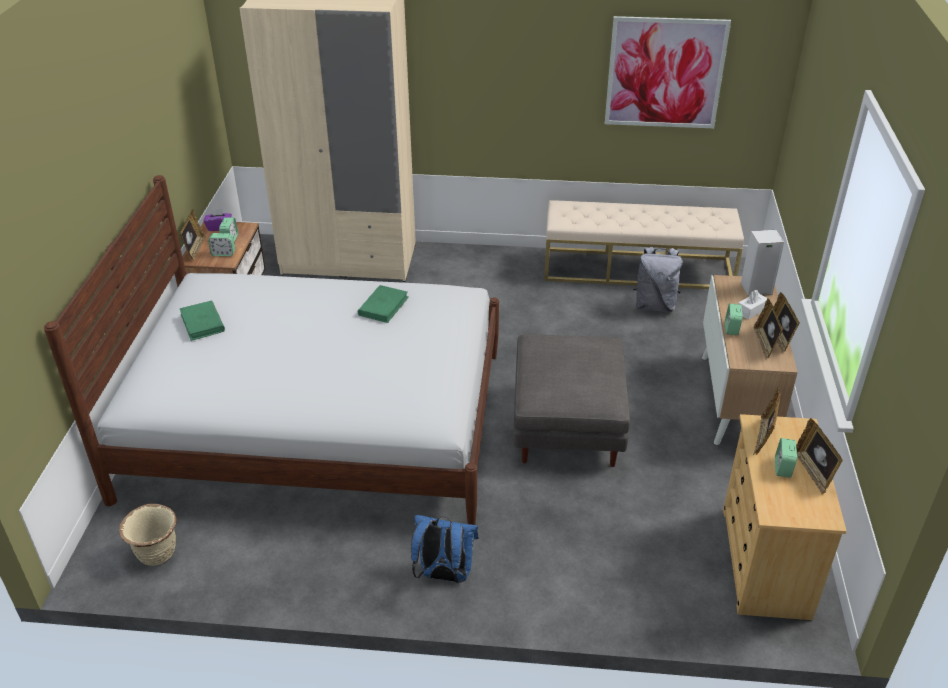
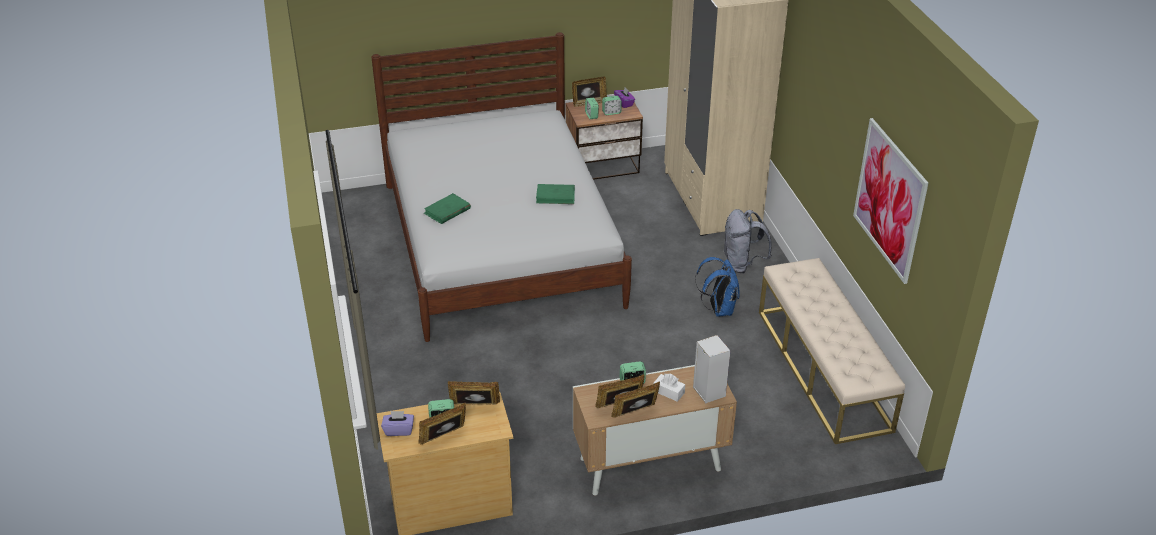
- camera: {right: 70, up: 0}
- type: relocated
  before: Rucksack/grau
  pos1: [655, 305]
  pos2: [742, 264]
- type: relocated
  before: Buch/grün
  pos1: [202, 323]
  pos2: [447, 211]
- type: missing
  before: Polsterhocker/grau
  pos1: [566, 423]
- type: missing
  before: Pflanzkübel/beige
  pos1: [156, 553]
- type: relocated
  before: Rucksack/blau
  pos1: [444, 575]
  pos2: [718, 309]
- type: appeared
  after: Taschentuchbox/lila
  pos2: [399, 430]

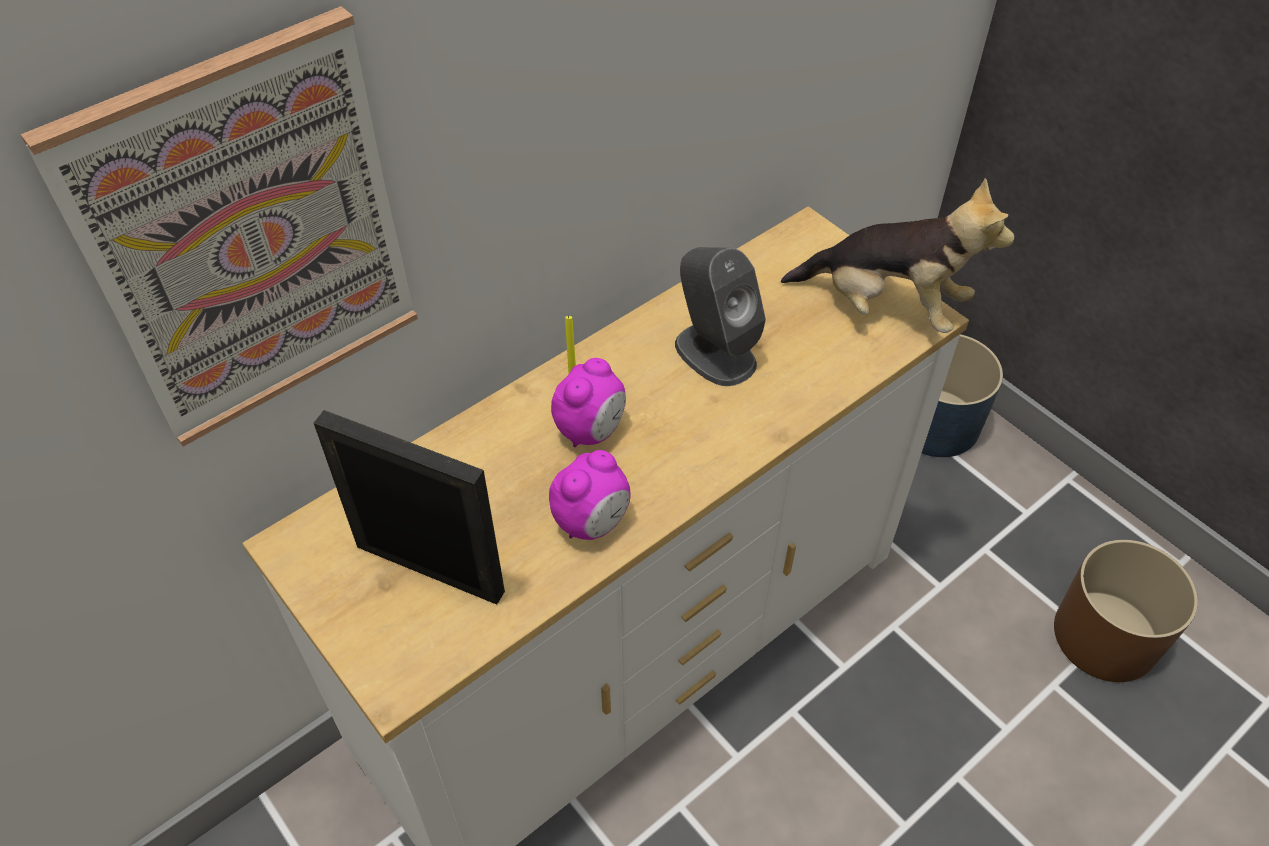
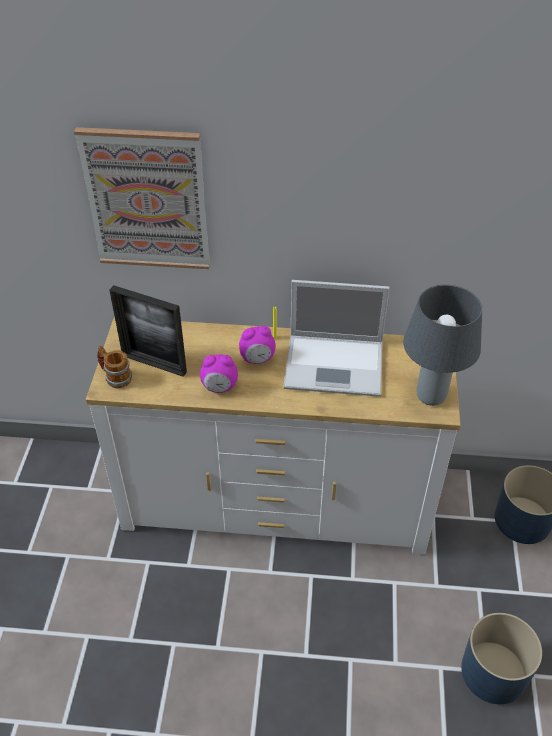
- camera: {right: 45, up: -5}
- type: exchanged
  before: Plüschtier
  after: Tischlampe/grau
  pos1: [886, 306]
  pos2: [430, 396]
- type: exchanged
  before: Lautsprecher/grau
  after: Laptop
  pos1: [714, 353]
  pos2: [336, 365]
- type: spun
  before: Bilderrahmen
  pos1: [430, 569]
  pos2: [154, 364]
  turn: 135
- type: colour
  before: Pflanzkübel/braun
  after: Pflanzkübel/blau
  pos1: [1104, 635]
  pos2: [493, 671]
- type: appeared
  after: Henkelbecher
  pos2: [115, 377]

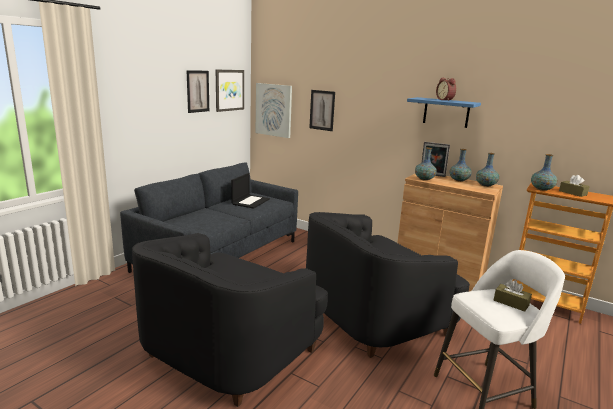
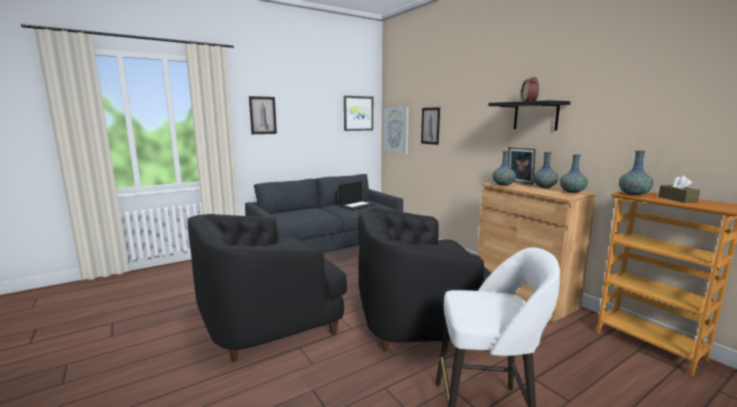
- camera: {right: 25, up: -5}
- type: relocated
  before: Bild
  pos1: [198, 91]
  pos2: [263, 115]
- type: colour
  before: Wandregal/blau
  after: Wandregal/schwarz
  pos1: [446, 112]
  pos2: [535, 116]
- type: missing
  before: Taschentuchbox/braun
  pos1: [511, 303]

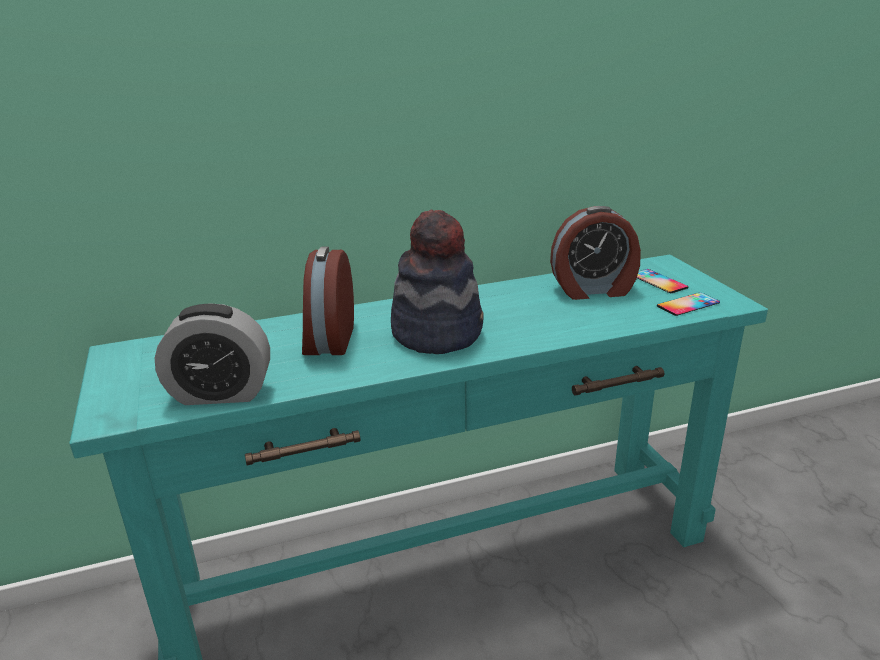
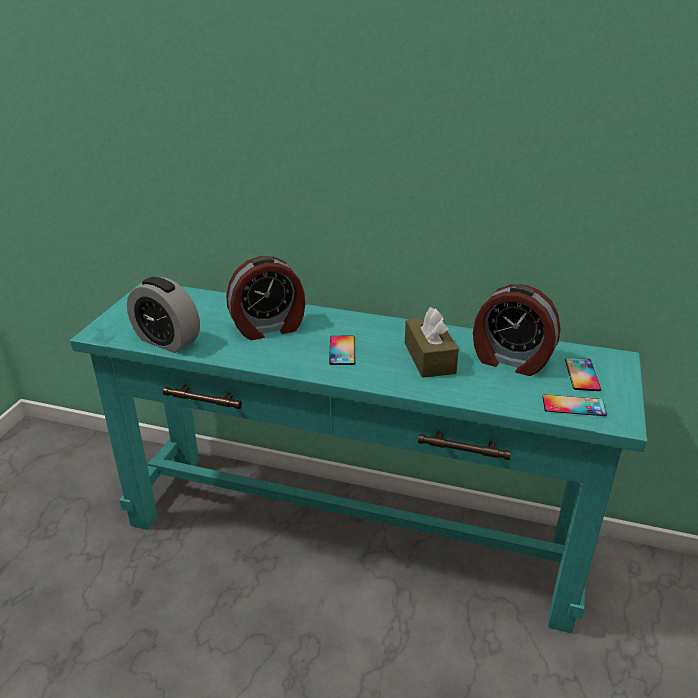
- camera: {right: 35, up: 5}
- type: exchanged
  before: Hut
  after: Handy
  pos1: [437, 333]
  pos2: [342, 350]
- type: spun
  before: Wecker
  pos1: [328, 340]
  pos2: [268, 328]
  turn: -150
- type: appeared
  after: Taschentuchbox/braun
  pos2: [429, 358]

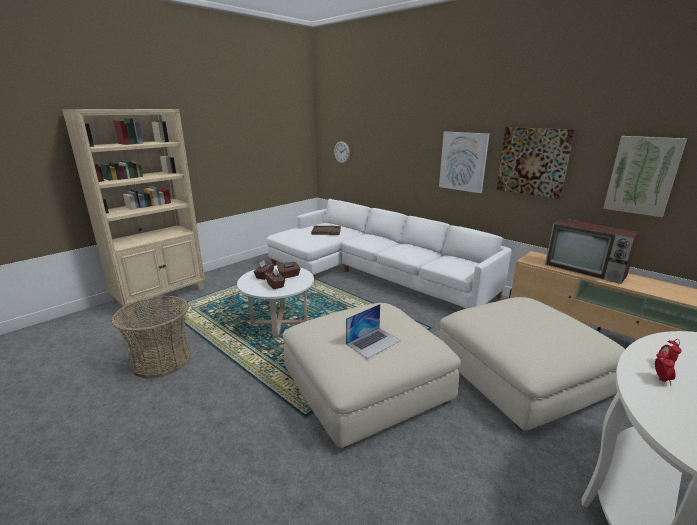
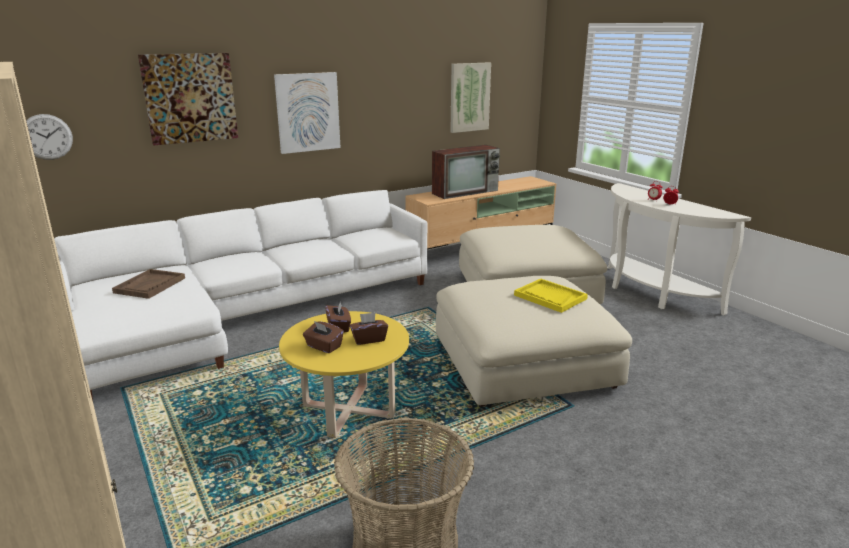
- camera: {right: -75, up: 0}
- type: relocated
  before: Bild
  pos1: [533, 161]
  pos2: [190, 98]
- type: colour
  before: Couchtisch/weiß
  after: Couchtisch/gelb
  pos1: [279, 323]
  pos2: [348, 411]
- type: exchanged
  before: Laptop
  after: Tablett/gelb
  pos1: [373, 342]
  pos2: [550, 297]

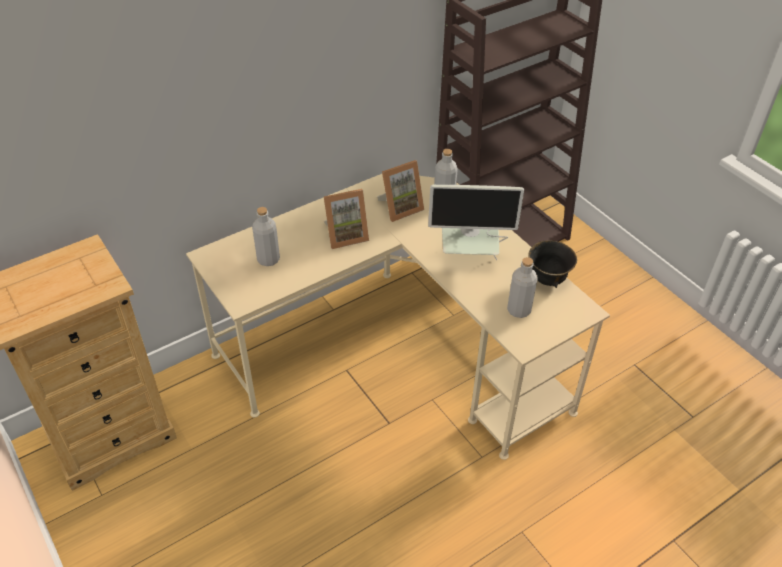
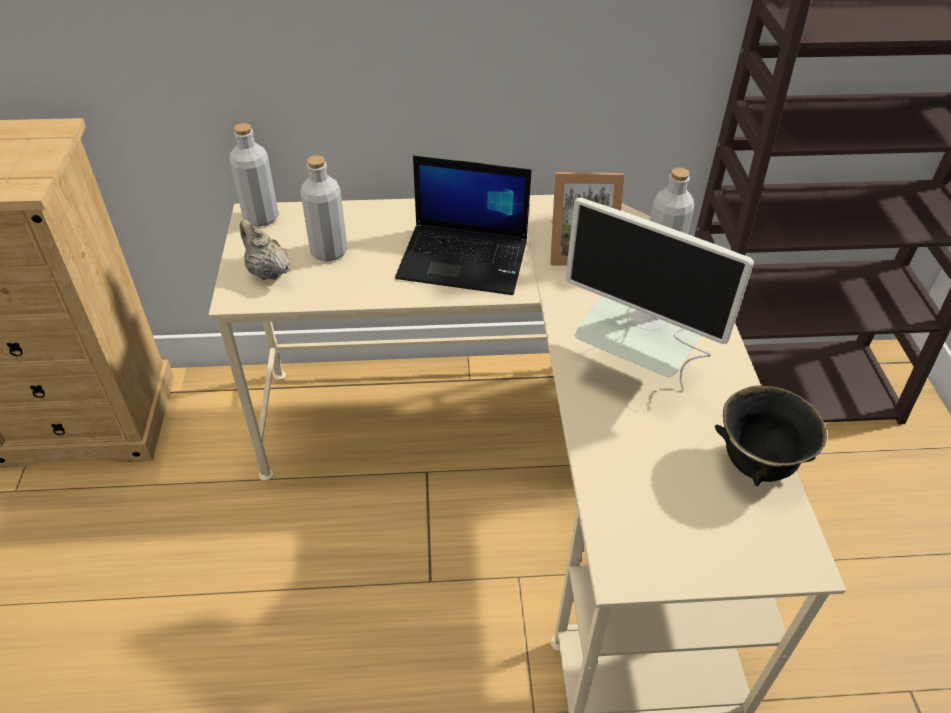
- camera: {right: 30, up: 0}
- type: exchanged
  before: Bilderrahmen
  after: Laptop
  pos1: [345, 235]
  pos2: [465, 259]
- type: relocated
  before: Flasche/grau
  pos1: [519, 310]
  pos2: [261, 217]
- type: appeared
  after: Teekanne/beige
  pos2: [267, 272]

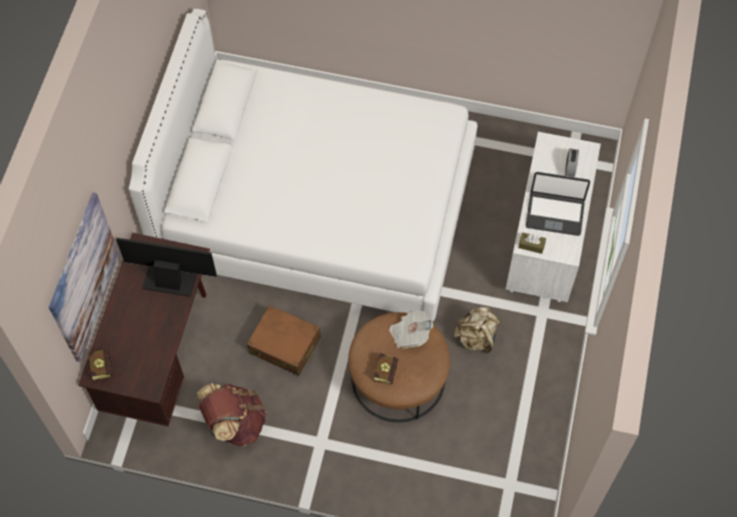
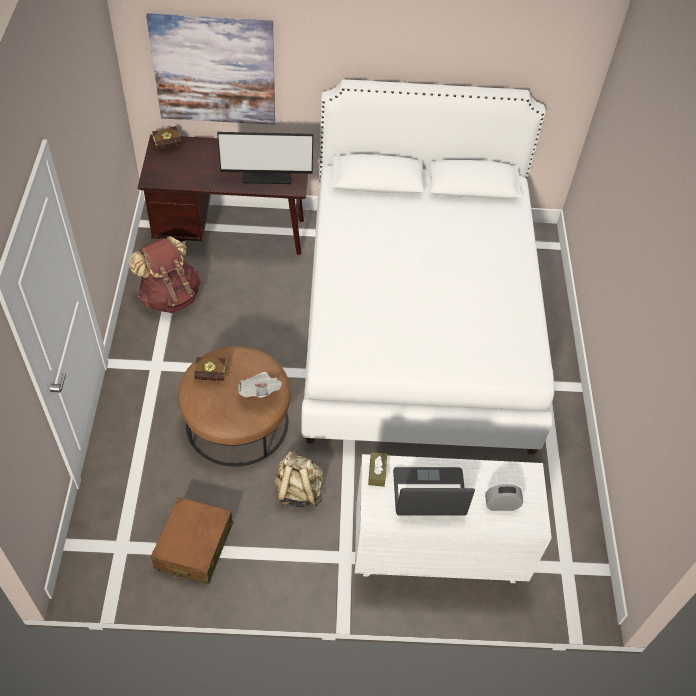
- camera: {right: 75, up: -10}
- type: spun
  before: Laptop
  pos1: [555, 213]
  pos2: [429, 494]
  turn: 90
- type: spun
  before: Monitor
  pos1: [170, 278]
  pos2: [267, 174]
  turn: 90
- type: relocated
  before: Koffer/braun
  pos1: [285, 345]
  pos2: [193, 546]

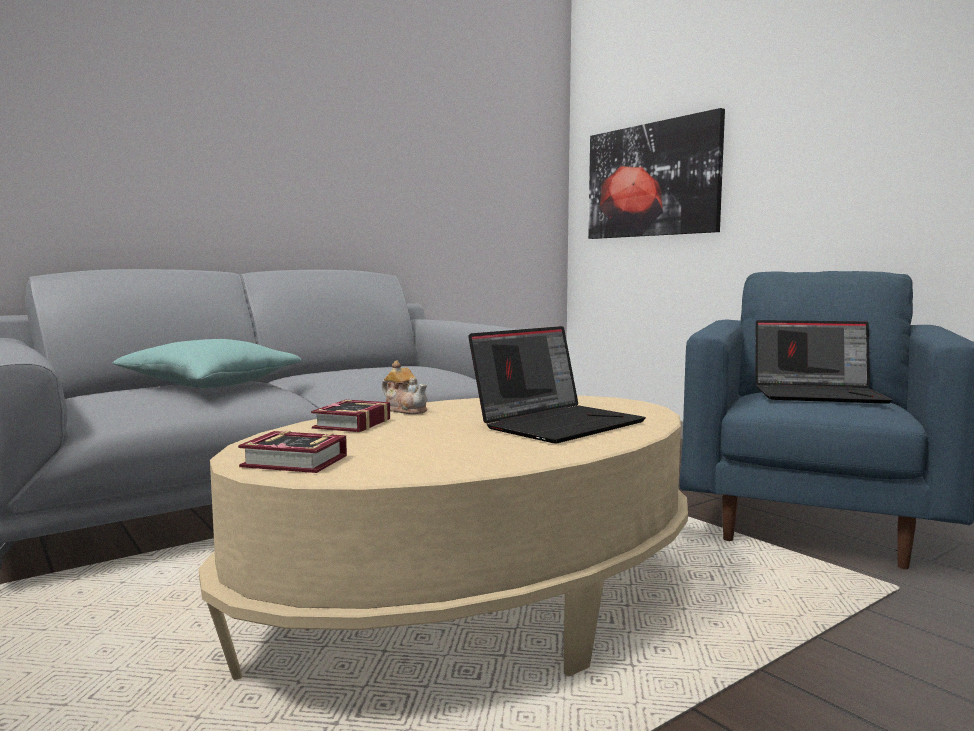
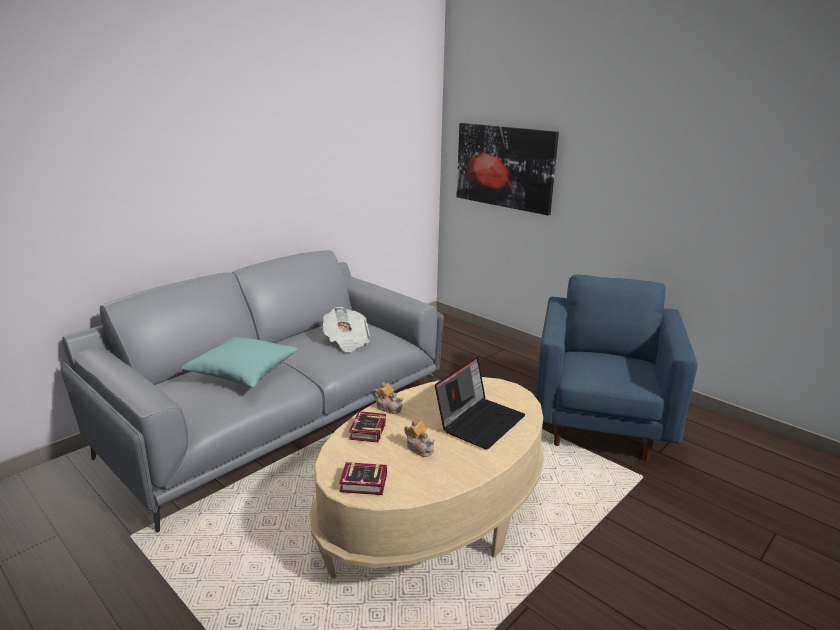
- camera: {right: -10, up: 15}
- type: missing
  before: Laptop
  pos1: [819, 394]
- type: appeared
  after: Zeitung
  pos2: [346, 341]
- type: appeared
  after: Teekanne
  pos2: [420, 448]

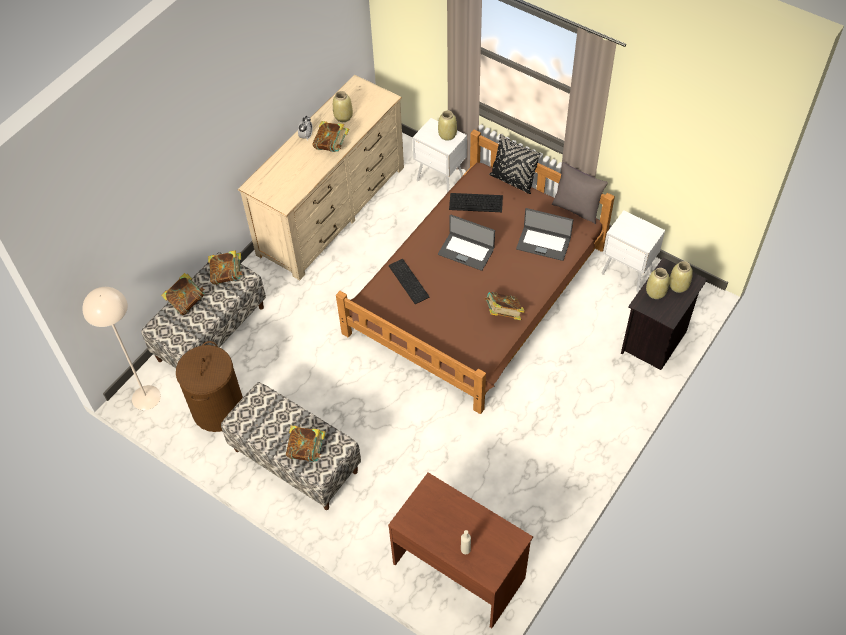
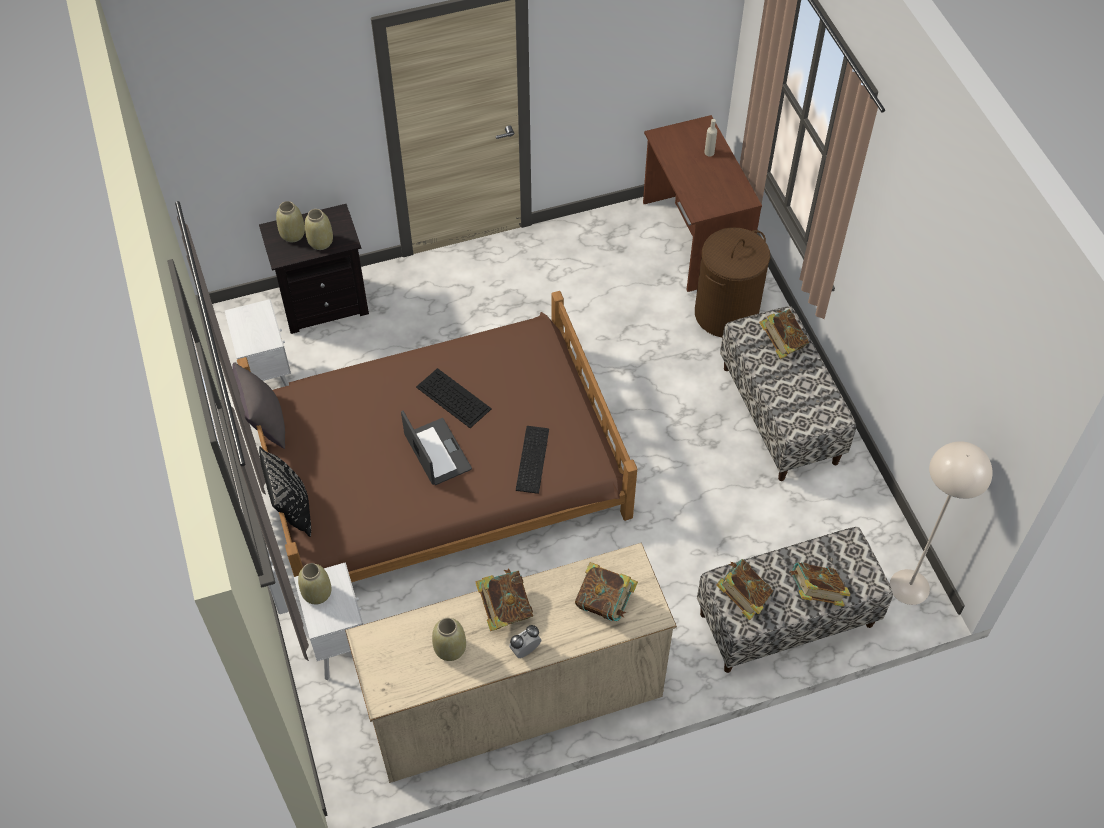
- camera: {right: -145, up: 0}
- type: relocated
  before: Tastatur
  pos1: [476, 202]
  pos2: [452, 397]
- type: missing
  before: Laptop
  pos1: [543, 243]
- type: relocated
  before: Buch
  pos1: [503, 314]
  pos2: [605, 602]
- type: relocated
  before: Wäschekorb/braun
  pos1: [218, 409]
  pos2: [726, 314]

